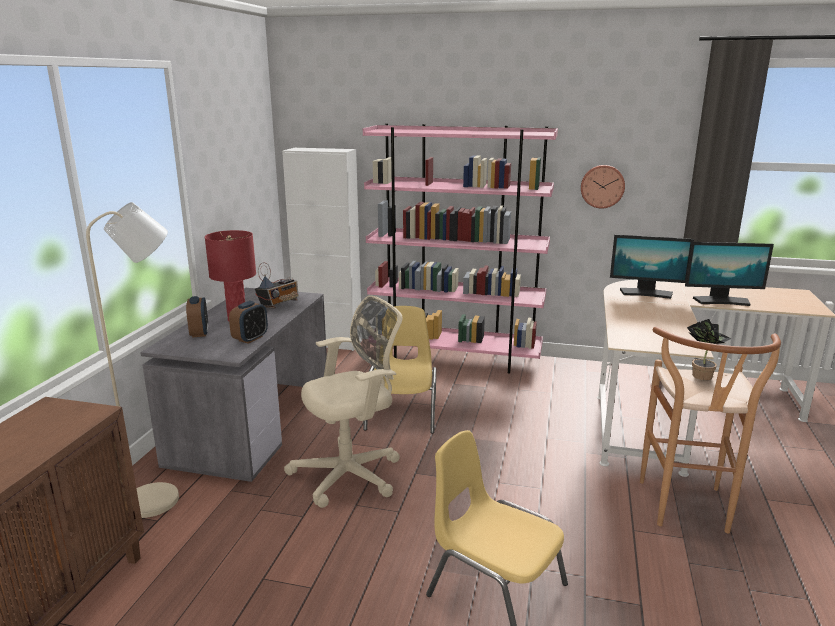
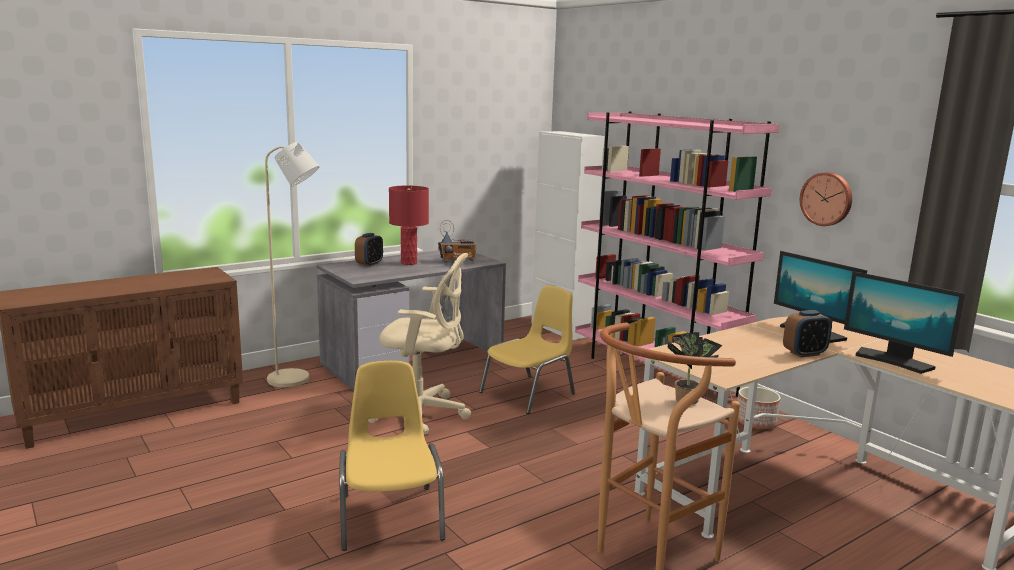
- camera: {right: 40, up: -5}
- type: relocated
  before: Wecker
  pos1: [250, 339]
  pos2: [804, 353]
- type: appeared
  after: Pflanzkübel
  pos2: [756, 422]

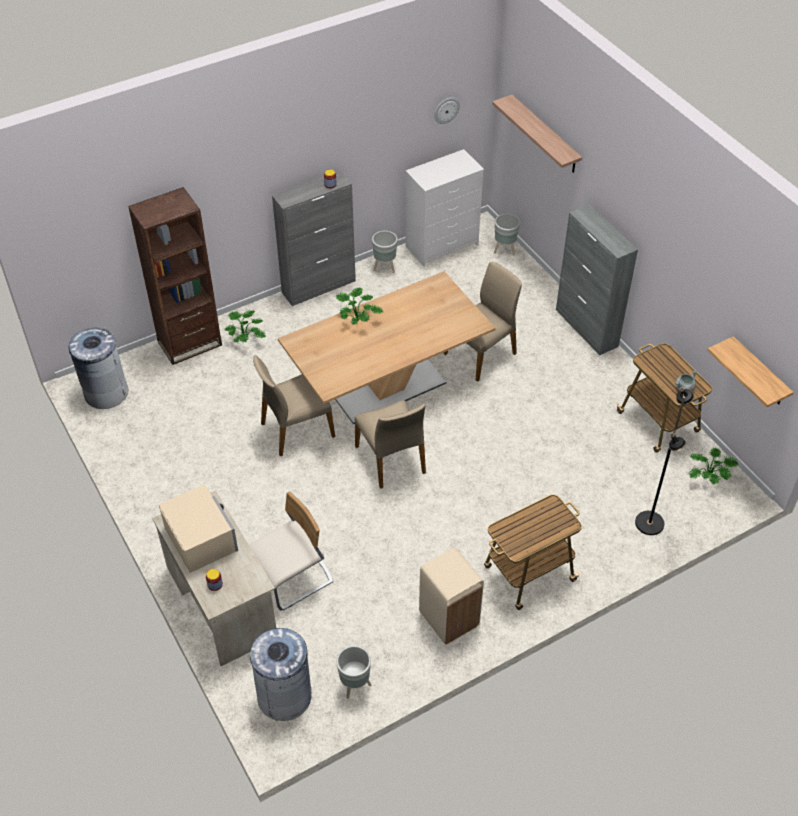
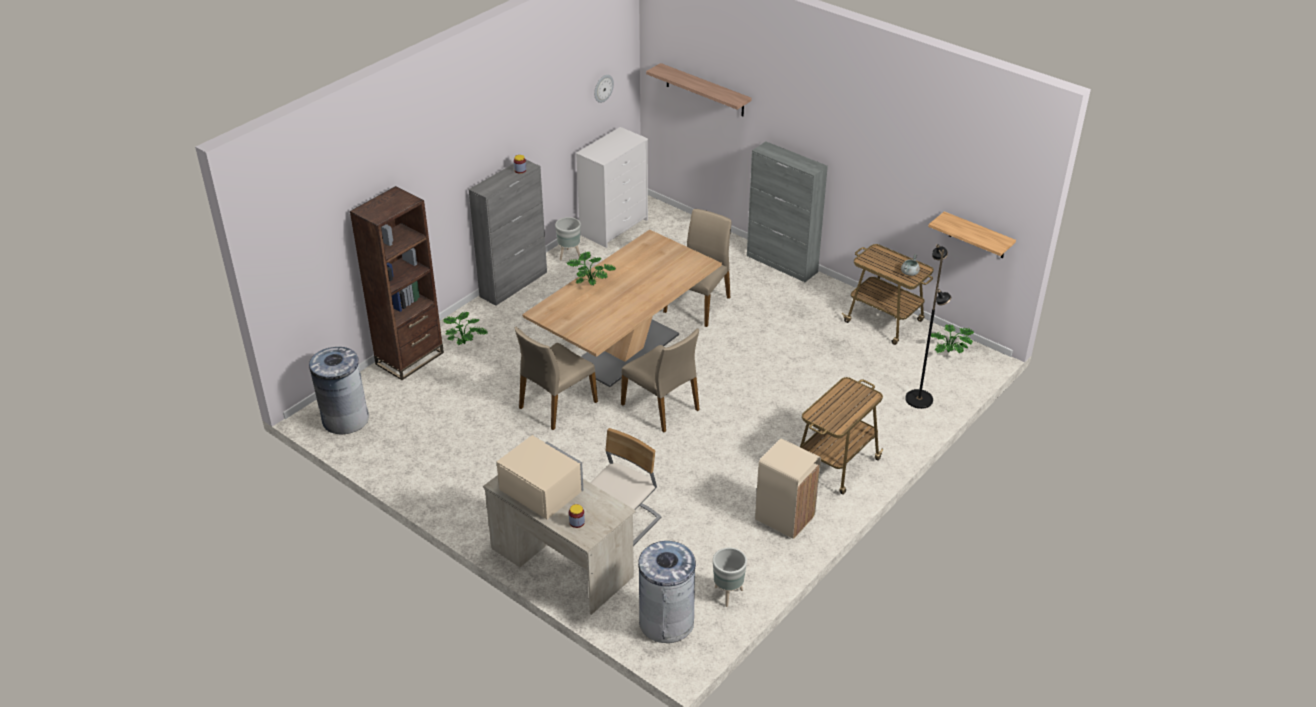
- camera: {right: -20, up: -10}
- type: missing
  before: Pflanzkübel/grau
  pos1: [505, 250]

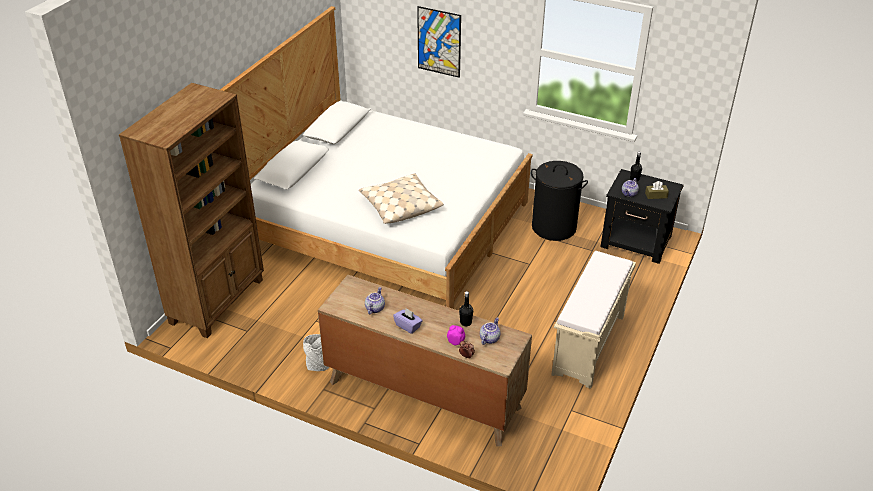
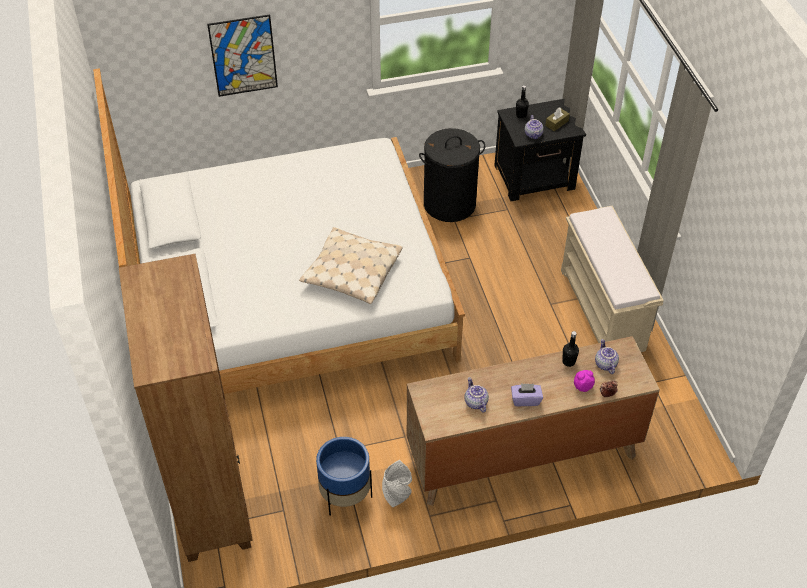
- camera: {right: -40, up: 10}
- type: appeared
  after: Pflanzkübel/blau
  pos2: [345, 495]

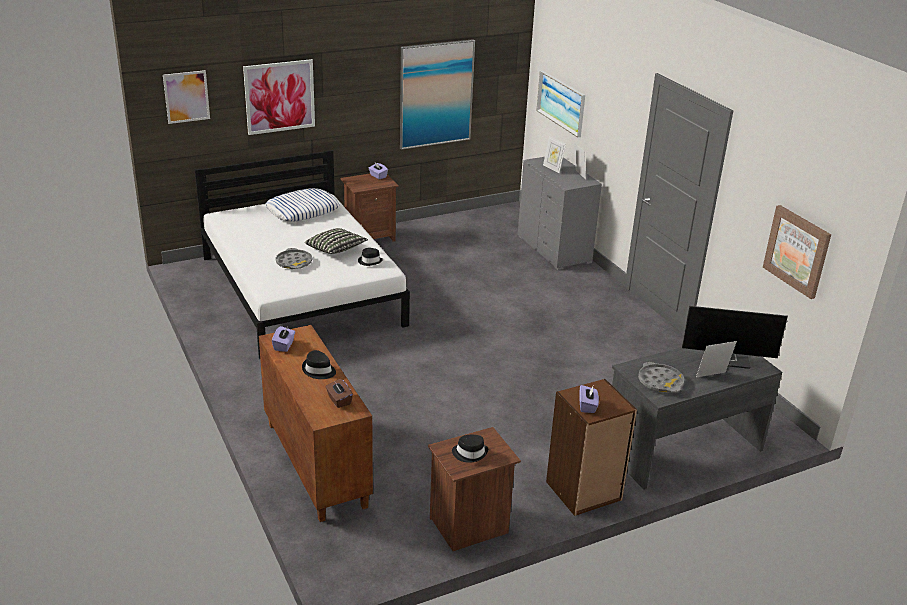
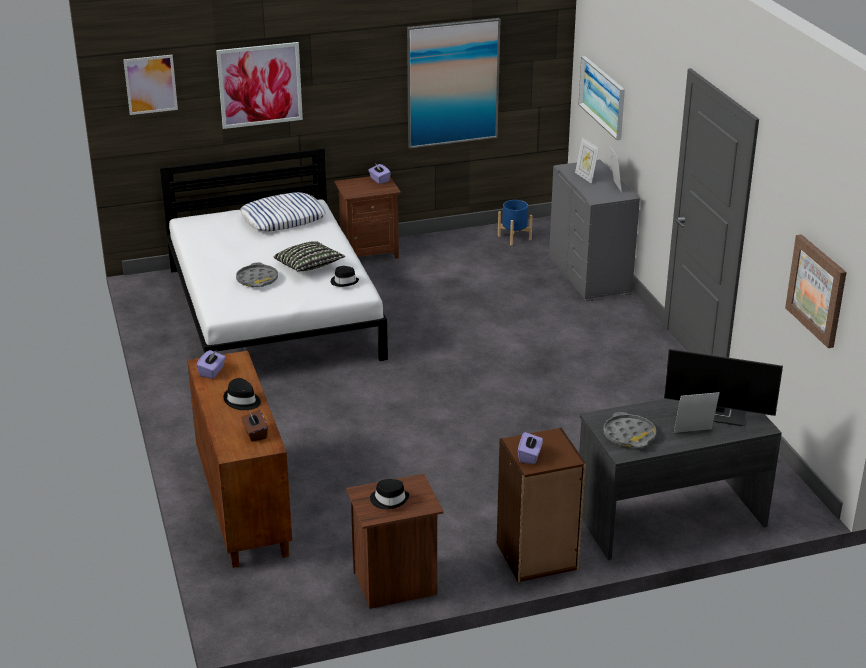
- camera: {right: 10, up: 0}
- type: appeared
  after: Pflanzkübel/blau
  pos2: [514, 237]

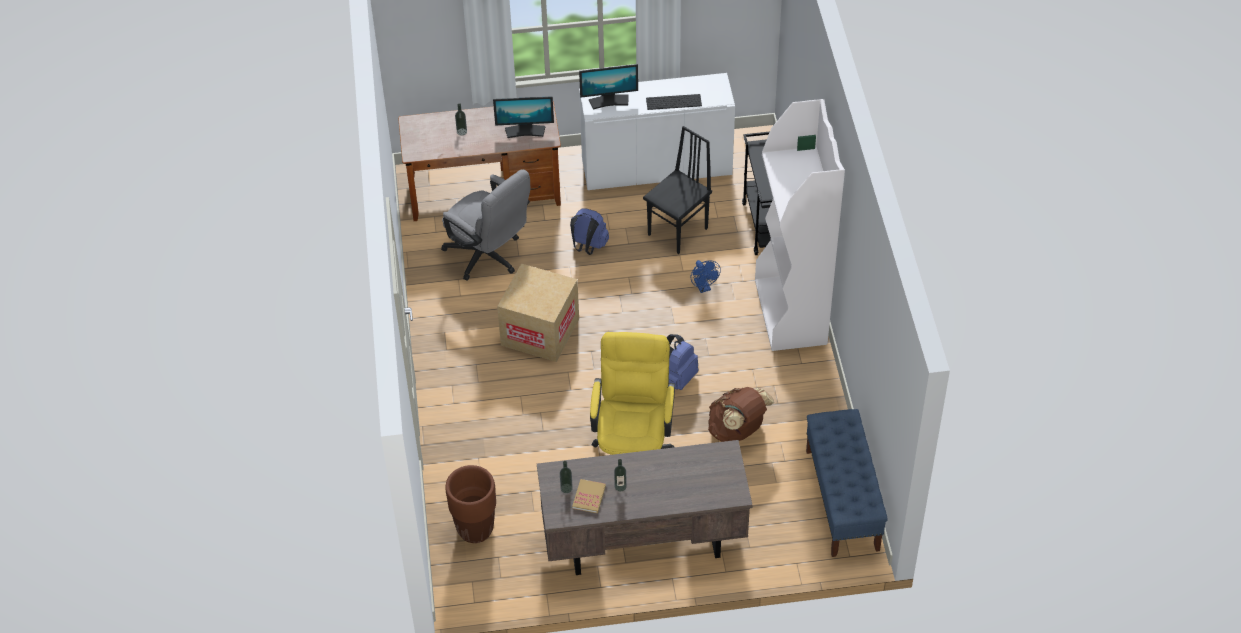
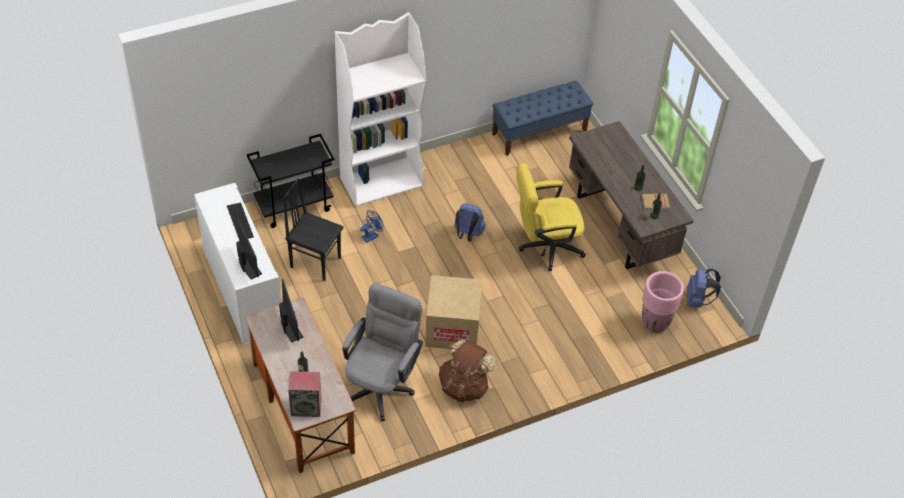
- camera: {right: -110, up: 0}
- type: relocated
  before: Rucksack/blau
  pos1: [588, 247]
  pos2: [697, 300]
- type: relocated
  before: Rucksack/braun
  pos1: [737, 430]
  pos2: [464, 386]
- type: colour
  before: Pflanzkübel/braun
  after: Pflanzkübel/rosa
  pos1: [475, 530]
  pos2: [655, 322]
- type: appeared
  after: Lautsprecher
  pos2: [306, 406]

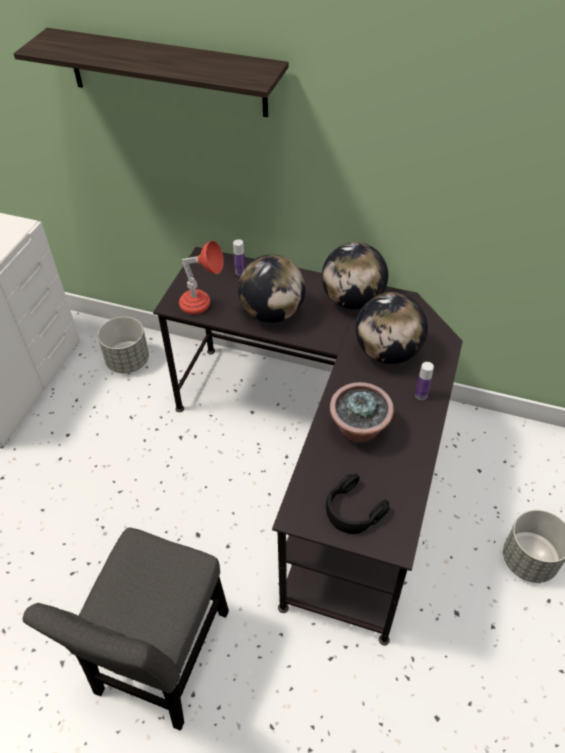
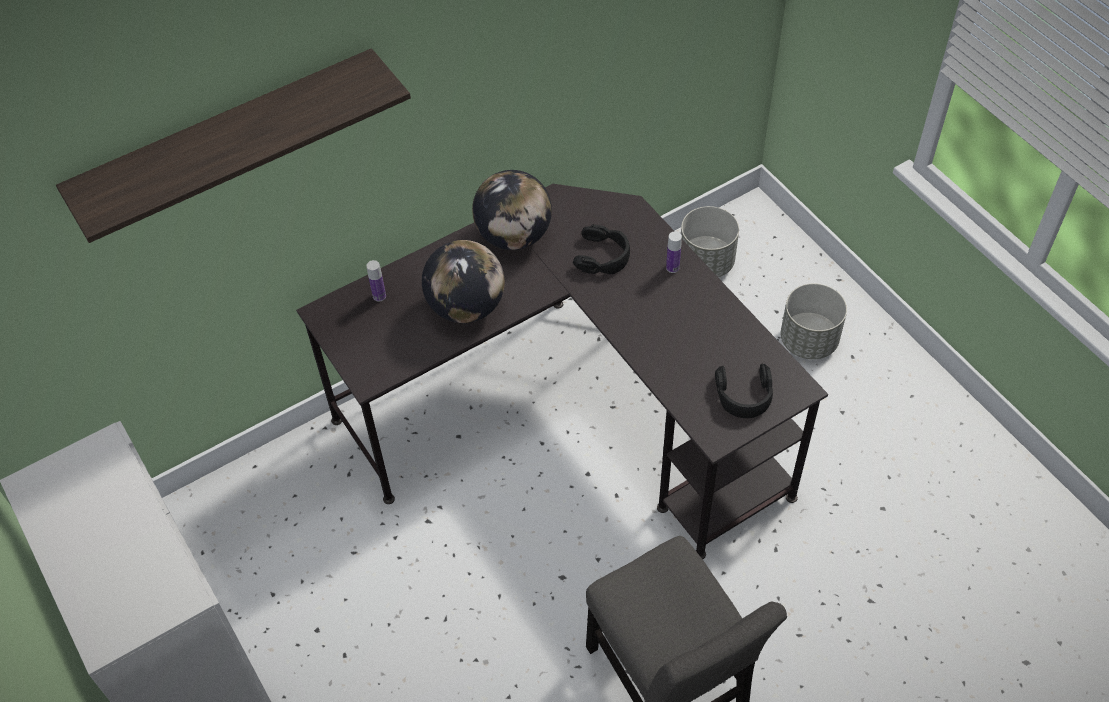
- camera: {right: -50, up: 5}
- type: missing
  before: Tischlampe/rot
  pos1: [203, 307]
- type: exchanged
  before: Globus
  after: Kopfhörer/schwarz
  pos1: [387, 352]
  pos2: [603, 256]
- type: relocated
  before: Pflanzkübel/grau
  pos1: [128, 361]
  pos2: [706, 262]
- type: missing
  before: Topfpflanze
  pos1: [359, 430]

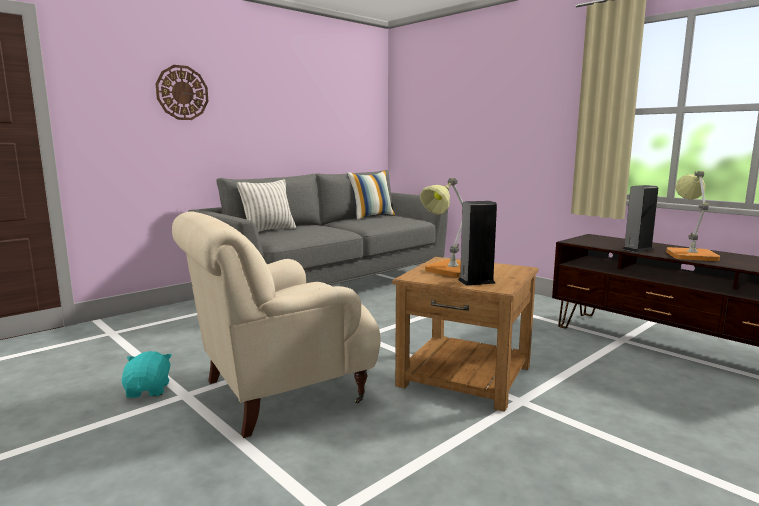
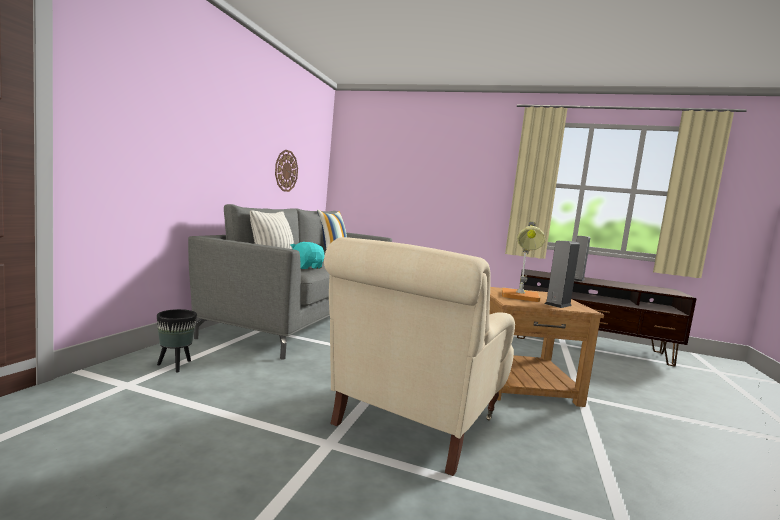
- camera: {right: -30, up: -5}
- type: relocated
  before: Wanduhr
  pos1: [182, 93]
  pos2: [286, 171]
- type: missing
  before: Tischlampe
  pos1: [689, 254]
- type: relocated
  before: Plüschtier/türkis
  pos1: [149, 390]
  pos2: [307, 267]
- type: appeared
  after: Pflanzkübel/schwarz
  pos2: [175, 366]

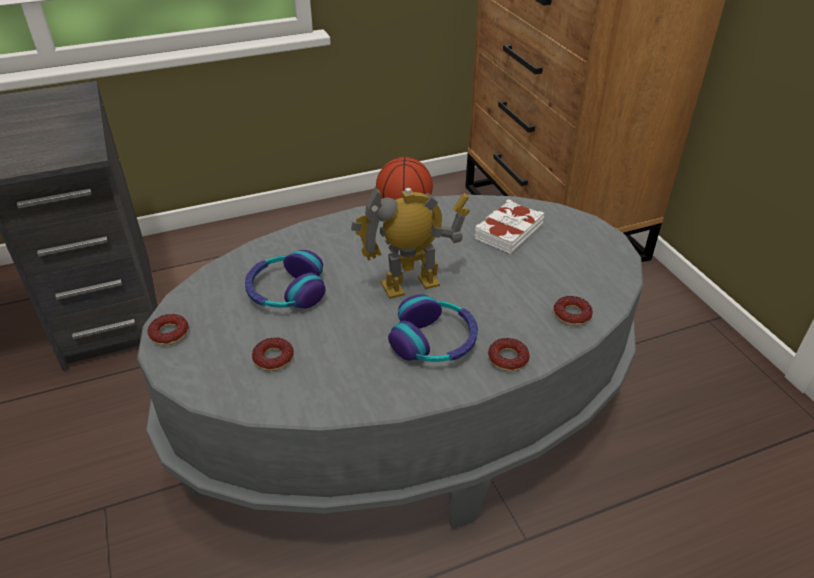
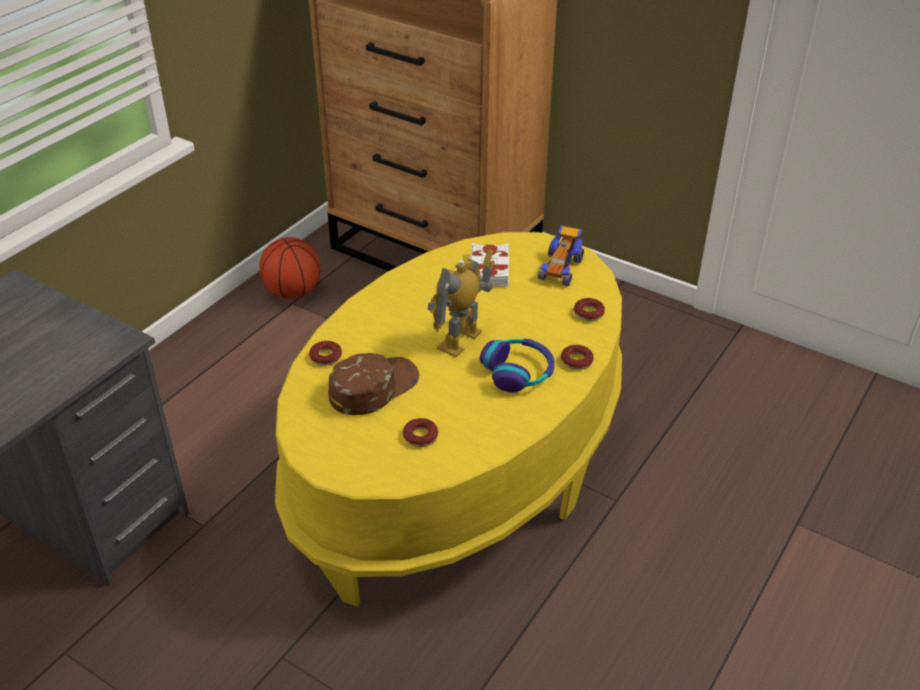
- camera: {right: -35, up: 0}
- type: colour
  before: Couchtisch/grau
  after: Couchtisch/gelb
  pos1: [406, 415]
  pos2: [459, 462]
- type: exchanged
  before: Kopfhörer
  after: Kappe/braun
  pos1: [286, 291]
  pos2: [373, 387]
- type: relocated
  before: Donut
  pos1: [169, 334]
  pos2: [326, 357]
- type: appeared
  after: Spielzeugauto
  pos2: [560, 268]

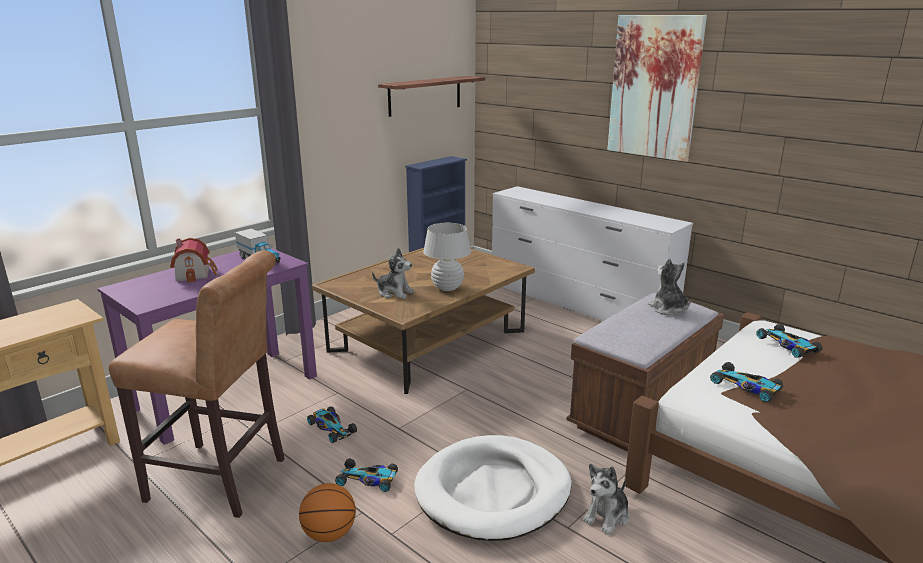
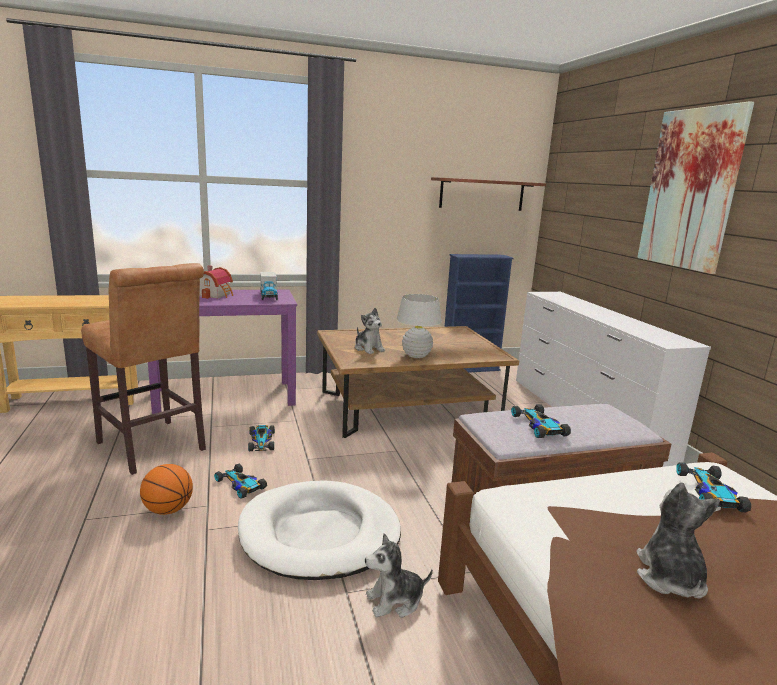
- camera: {right: 30, up: -5}
- type: relocated
  before: Plüschtier
  pos1: [668, 309]
  pos2: [669, 578]
- type: relocated
  before: Spielzeugauto
  pos1: [747, 387]
  pos2: [539, 426]

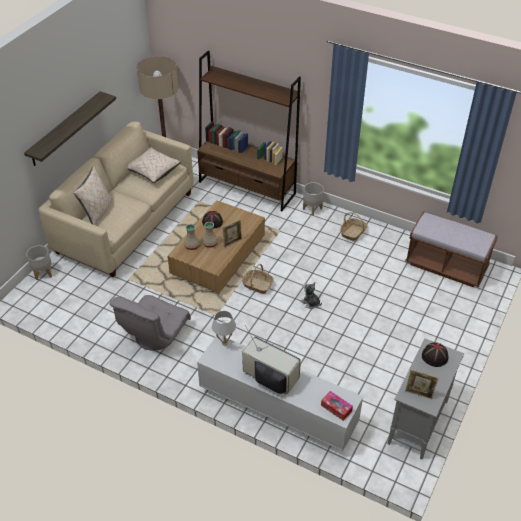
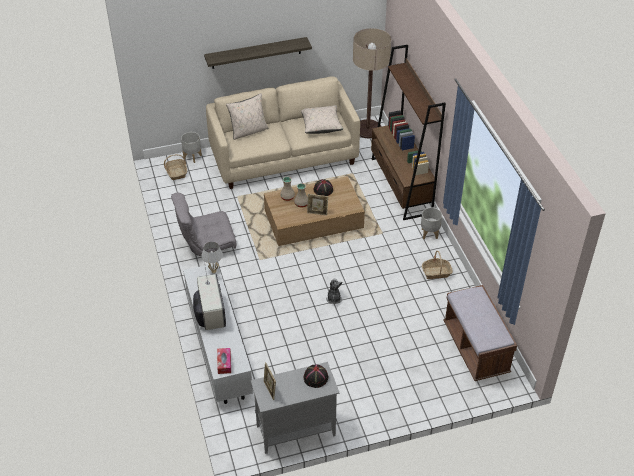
- camera: {right: 45, up: 0}
- type: relocated
  before: Korb
  pos1: [257, 285]
  pos2: [176, 172]

